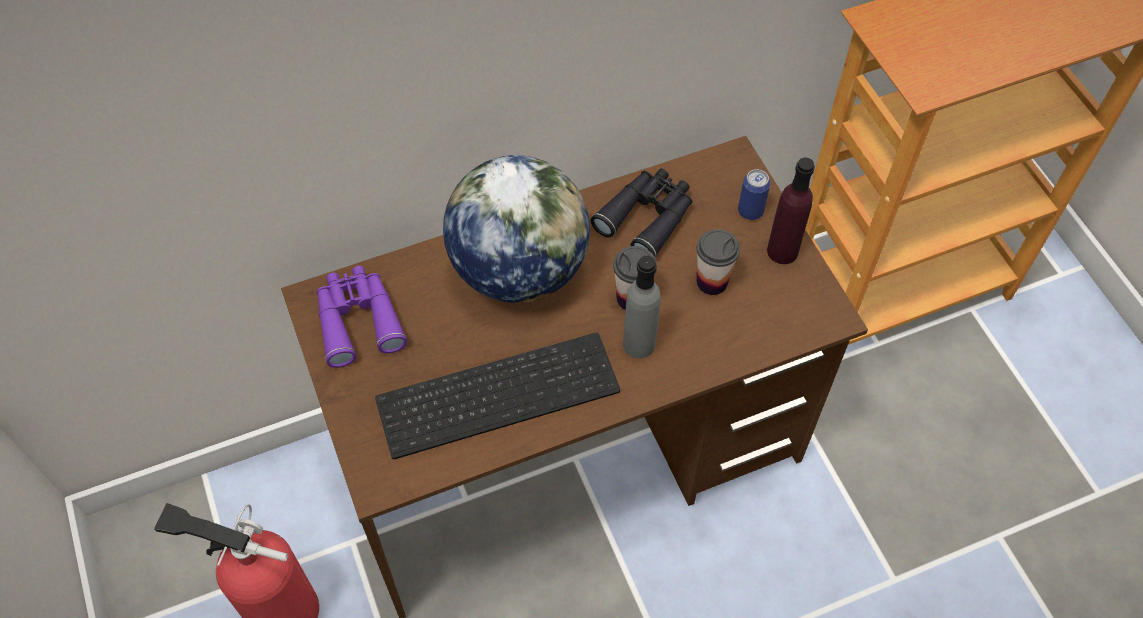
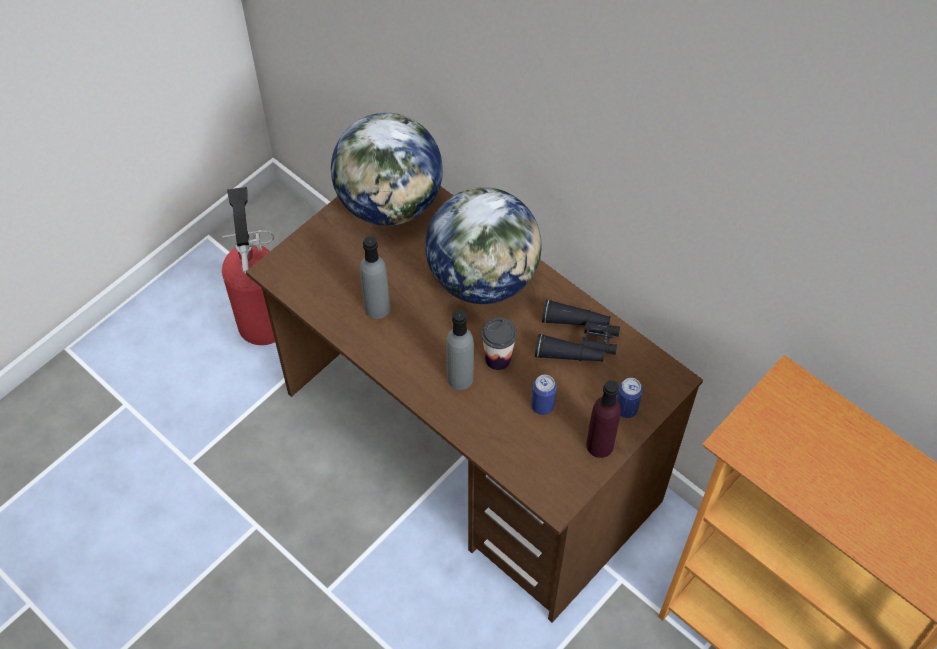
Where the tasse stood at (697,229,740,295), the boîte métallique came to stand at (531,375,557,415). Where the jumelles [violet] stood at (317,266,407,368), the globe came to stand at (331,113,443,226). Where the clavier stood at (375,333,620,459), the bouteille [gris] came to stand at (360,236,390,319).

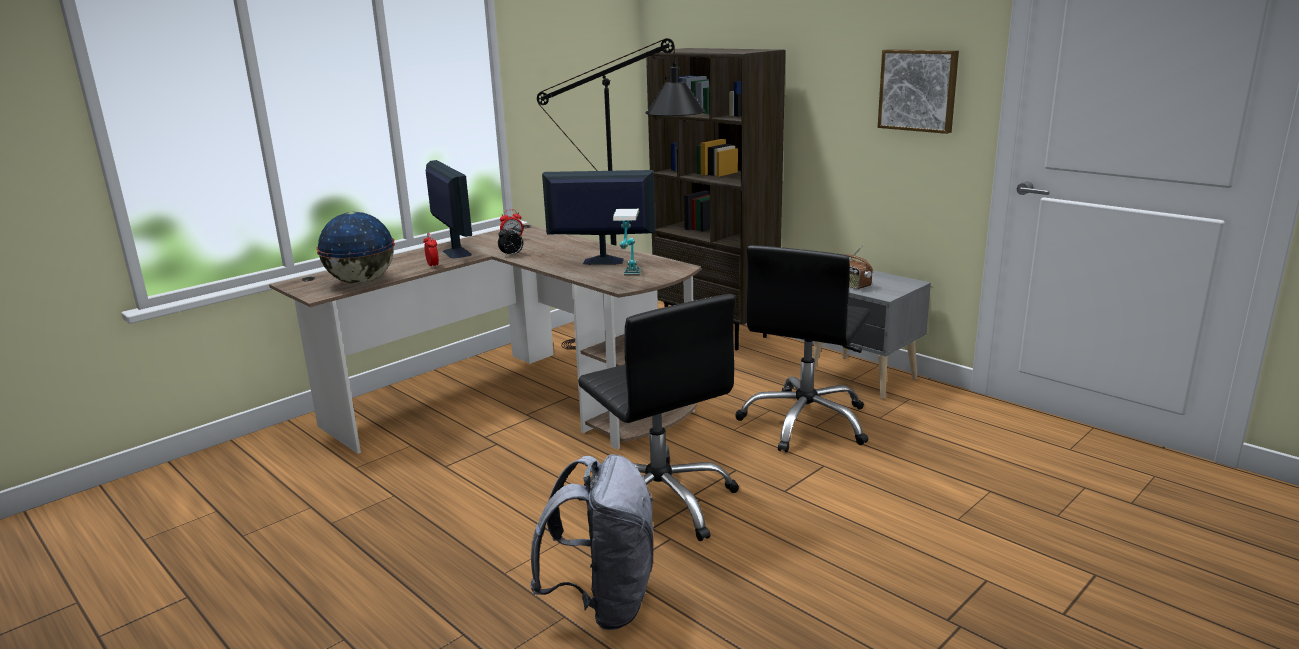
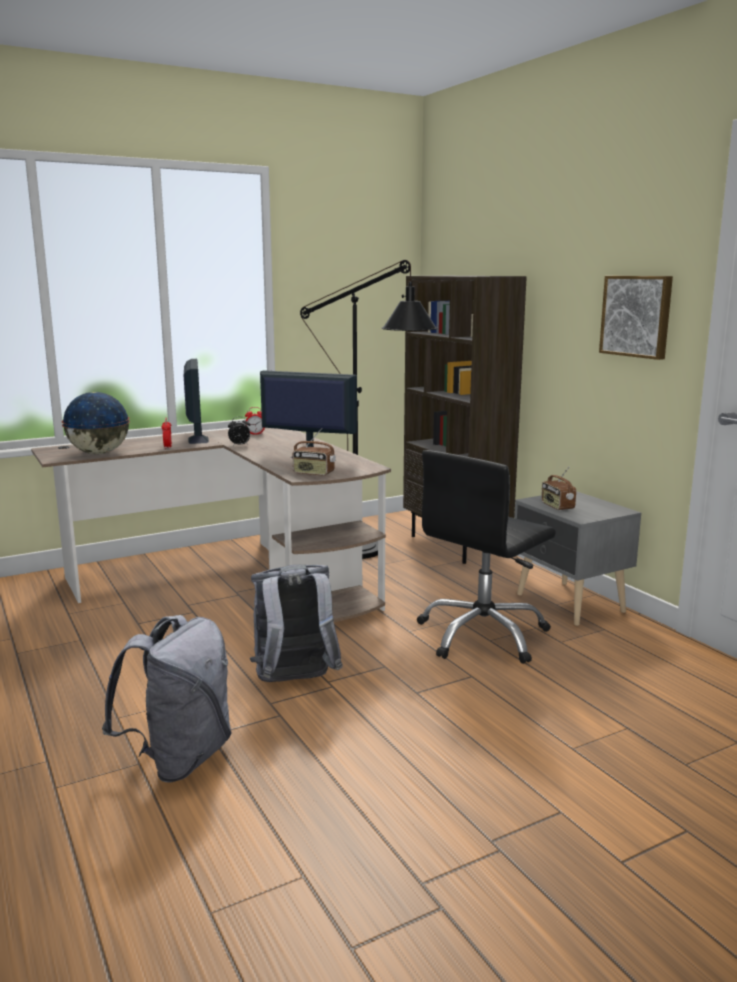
Where the lampe de table stood at (613,209,641,276), the radio came to stand at (292,428,336,476). Where the chaise de bureau [noir] stood at (578,294,739,541), the sac à dos [gris] came to stand at (250,564,343,682).

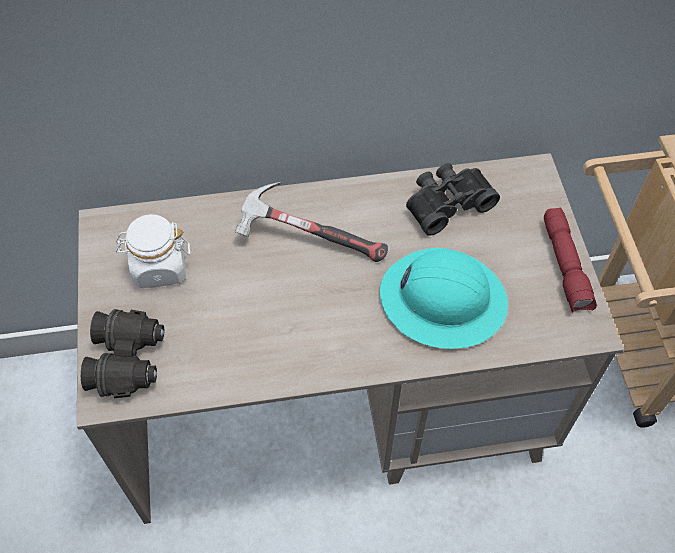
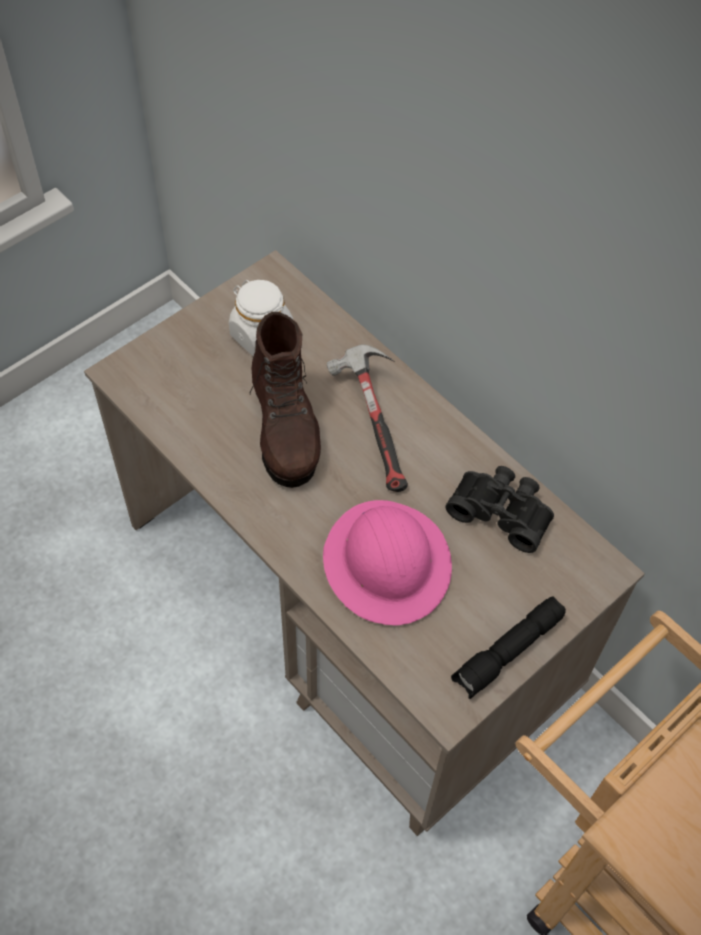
What was the lampe de poche [rouge] at (544,208,597,313) turned into the lampe de poche [noir] at (451,596,566,699). What was the casque de chantier [turquoise] at (380,248,508,349) turned into the casque de chantier [rose] at (323,500,452,626). The second view lost the jumelles [noir] at (81,309,164,398). The second view gained the botte [marron] at (250,312,321,488).

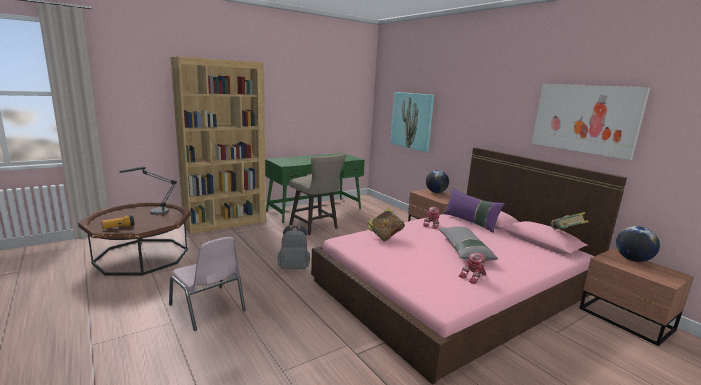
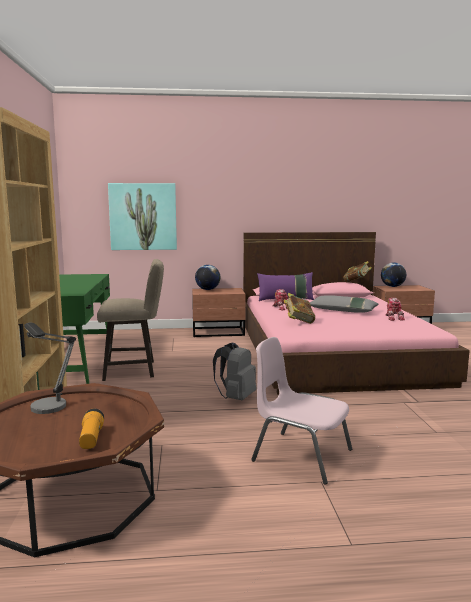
The second view lost the tableau at (532,84,650,160). The chaise [rose] at (169,237,246,331) ended up facing another way, 135 degrees counterclockwise from before.

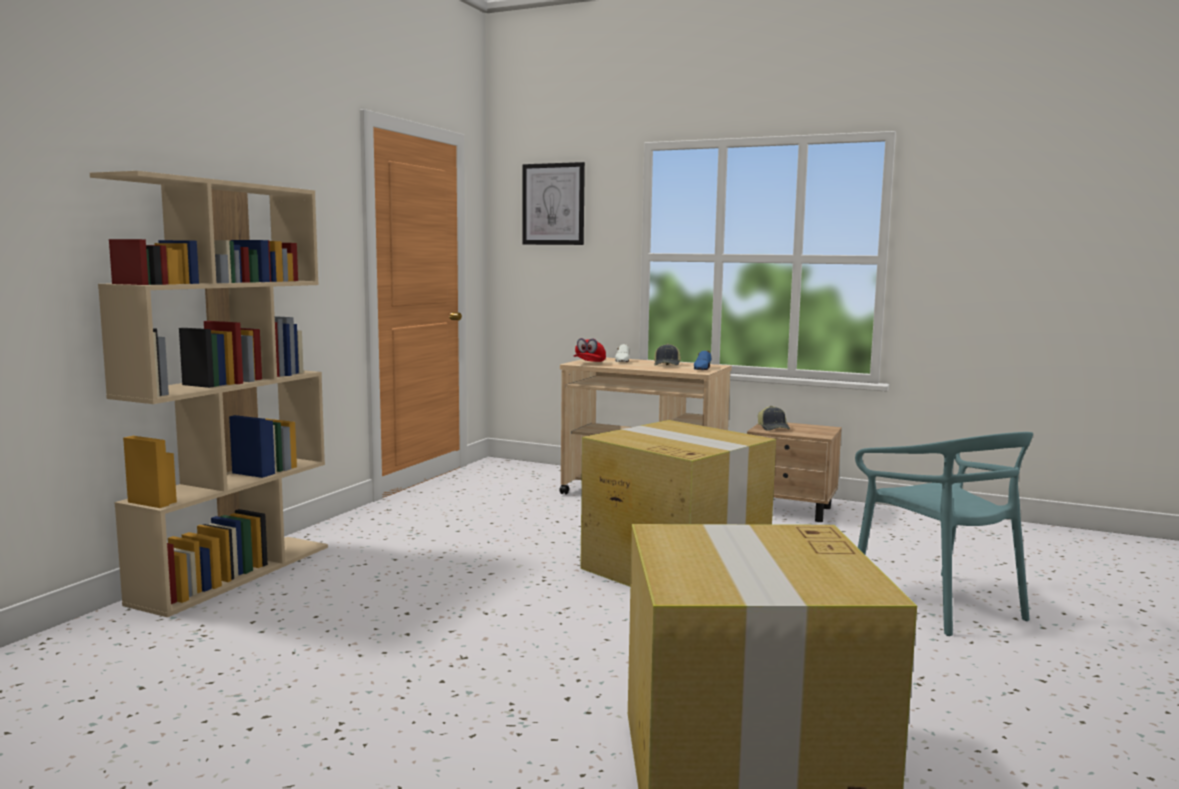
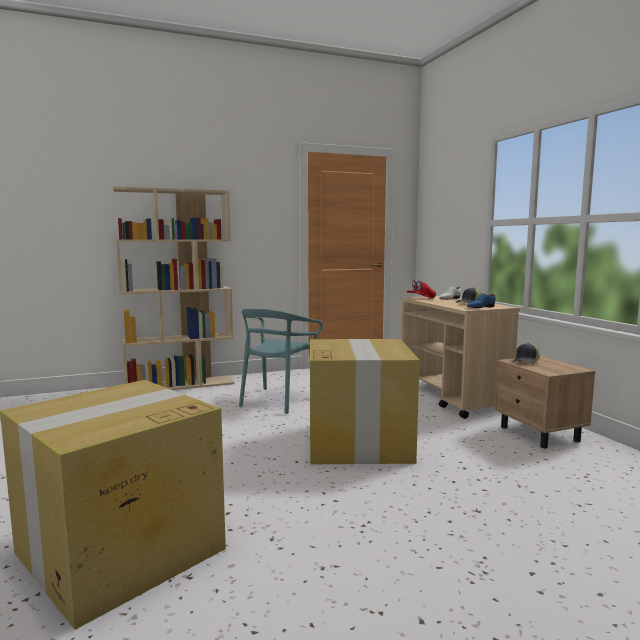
The second view lost the tableau at (523,162,585,245). The chaise [turquoise] ended up elsewhere, having gone from (855,432,1033,636) to (239,309,323,414).

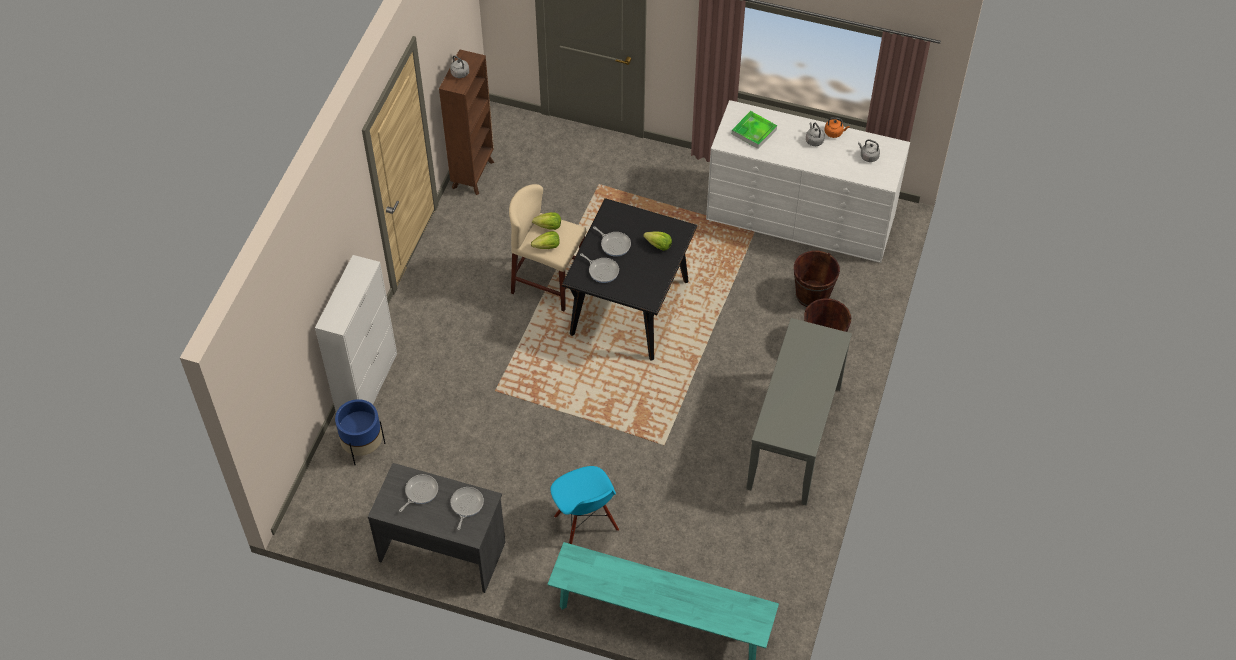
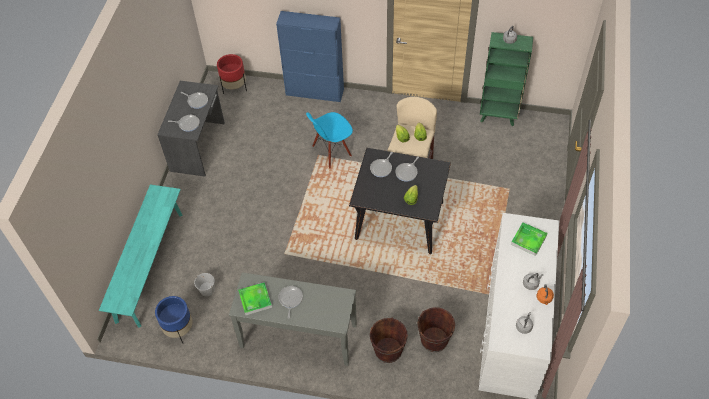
What was the bibliothèque [marron] at (439,49,494,195) turned into the bibliothèque [vert] at (480,32,533,126). What was the meuble de rangement [blanc] at (315,255,397,412) turned into the meuble de rangement [bleu] at (276,11,344,102). The cache-pot [bleu] ended up elsewhere, having gone from (335,399,385,465) to (155,296,193,343). The chaise [bleu] ended up elsewhere, having gone from (550,466,619,544) to (306,112,353,169). The second view gained the cache-pot [rouge] at (217,54,247,94). The second view gained the seau [blanc] at (194,273,215,296). The second view gained the plateau at (238,282,272,315). The second view gained the poêle at (278,286,303,318).

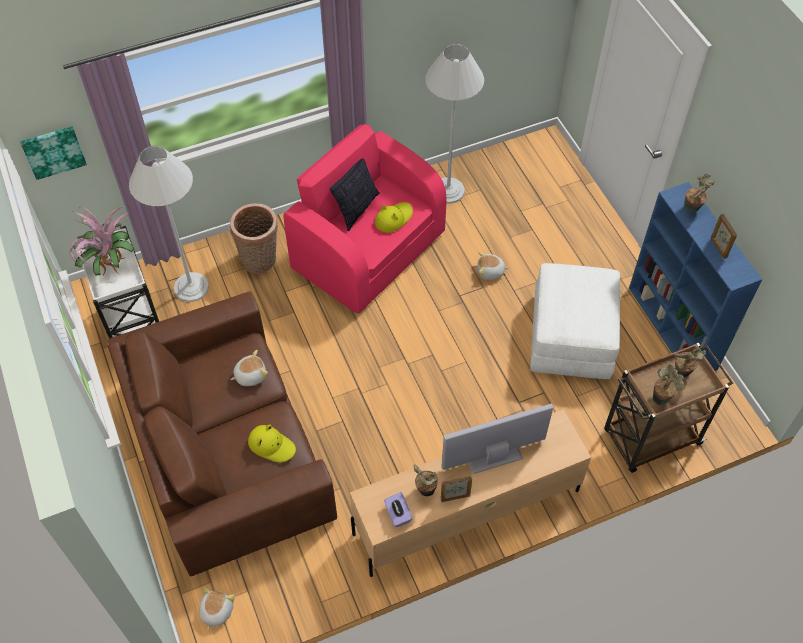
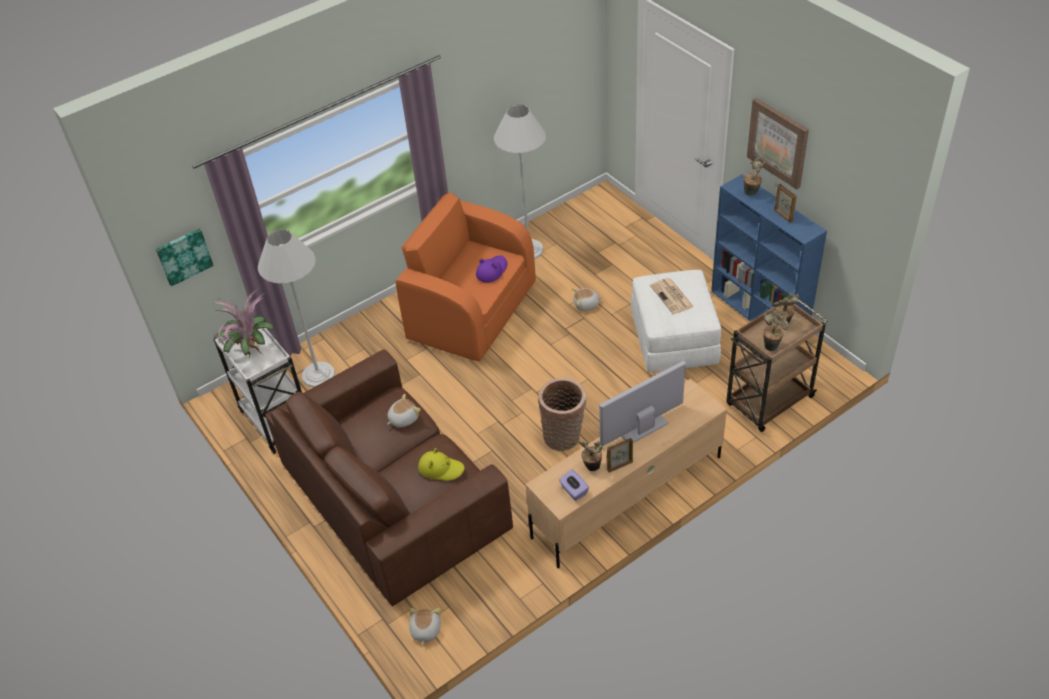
What was the fauteuil [rose] at (284,124,447,314) turned into the fauteuil [orange] at (396,193,536,361). The second view lost the coussin at (329,158,380,231). What was the chapeau [jaune] at (375,202,413,233) turned into the chapeau [violet] at (476,255,507,283). The panier ended up elsewhere, having gone from (230,203,278,274) to (538,378,586,451). The second view gained the tableau at (747,98,809,190). The second view gained the journal at (650,278,694,314).

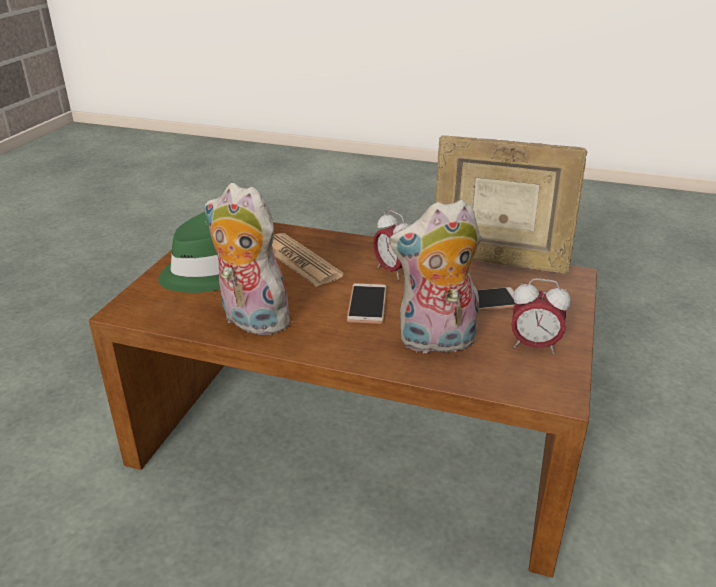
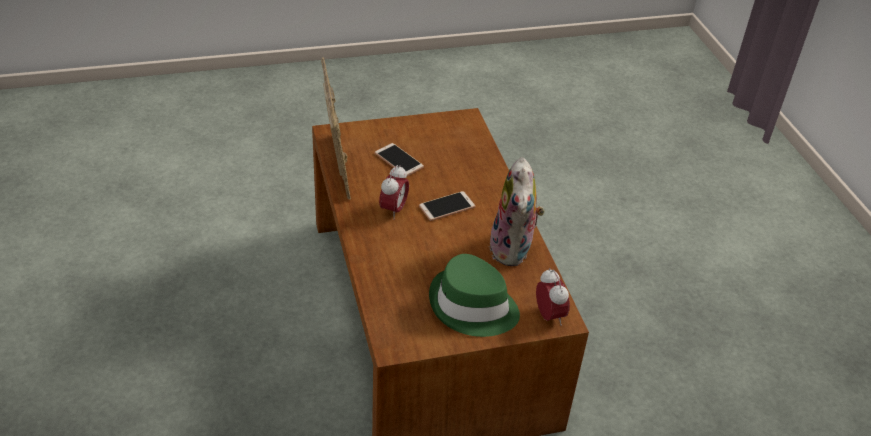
The second view lost the peluche at (389,199,481,353). The second view lost the journal at (272,233,344,287). The réveil ended up elsewhere, having gone from (511,278,571,354) to (536,268,570,326).

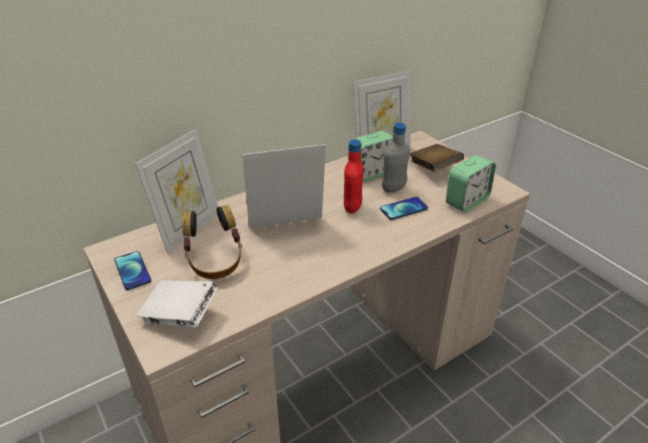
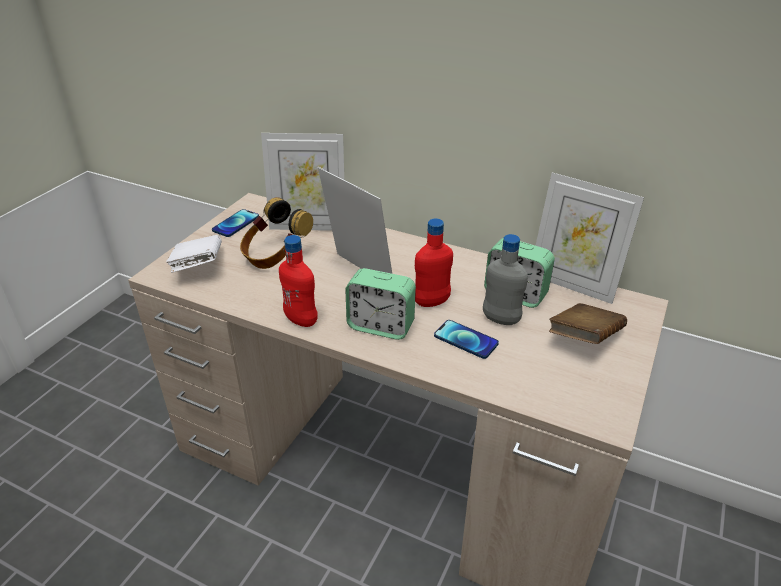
The réveil ended up elsewhere, having gone from (446,155,496,212) to (345,268,416,340). The second view gained the bouteille [rouge] at (279,235,318,327).

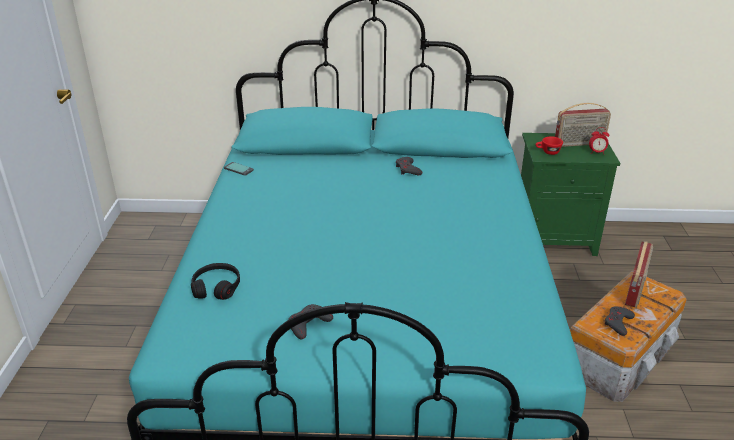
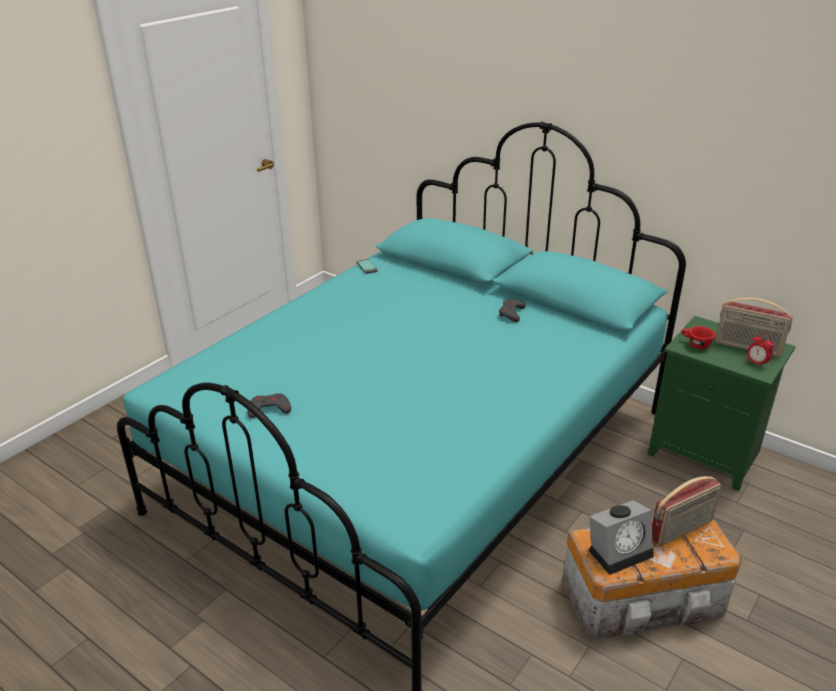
The second view lost the casque audio [noir] at (191,263,240,300). Where the manette [gris] stood at (604,306,635,336), the réveil came to stand at (588,500,654,575).

